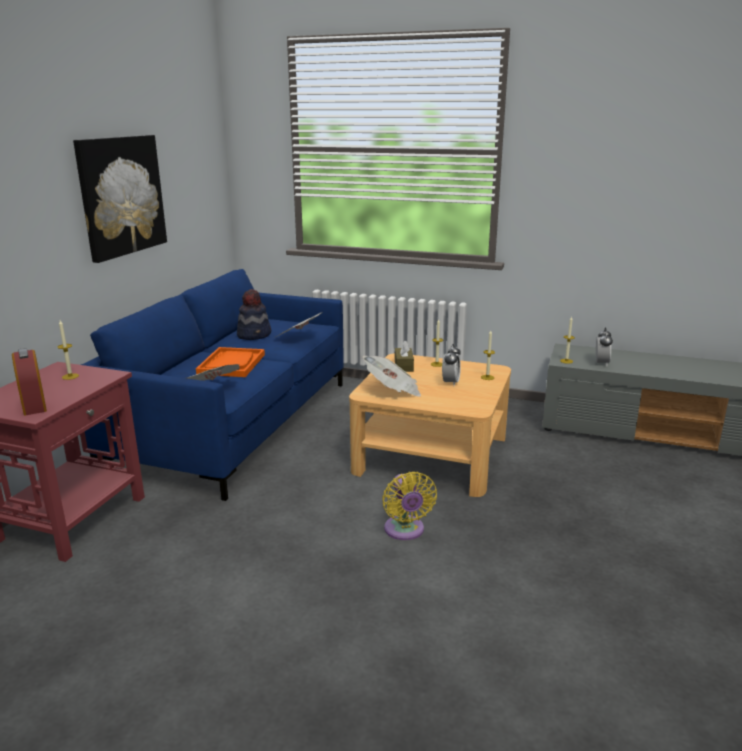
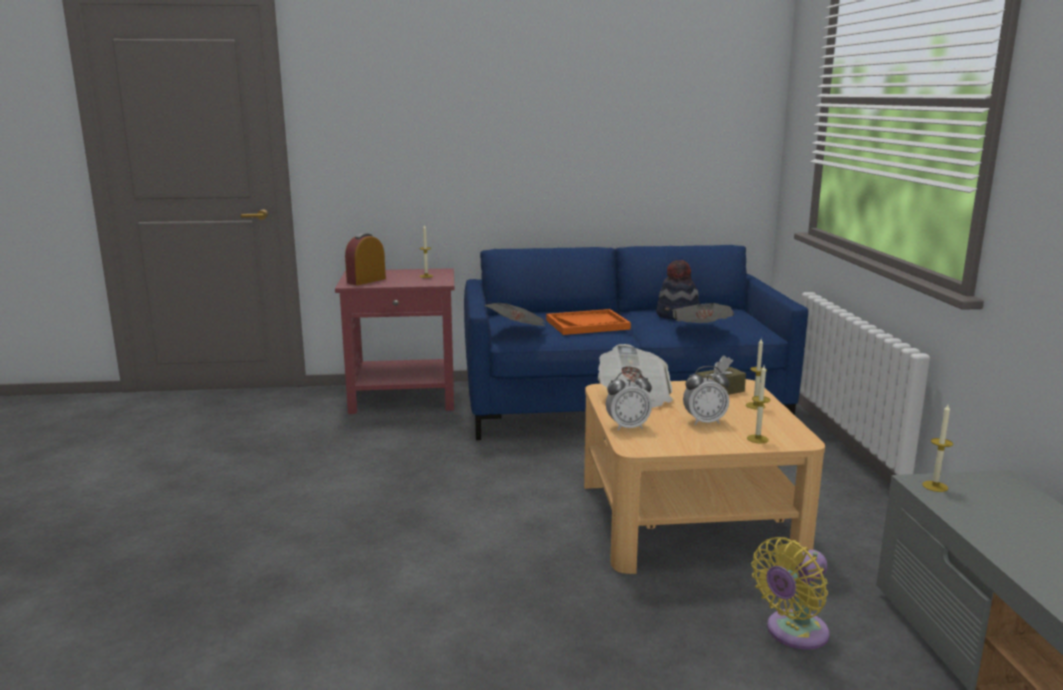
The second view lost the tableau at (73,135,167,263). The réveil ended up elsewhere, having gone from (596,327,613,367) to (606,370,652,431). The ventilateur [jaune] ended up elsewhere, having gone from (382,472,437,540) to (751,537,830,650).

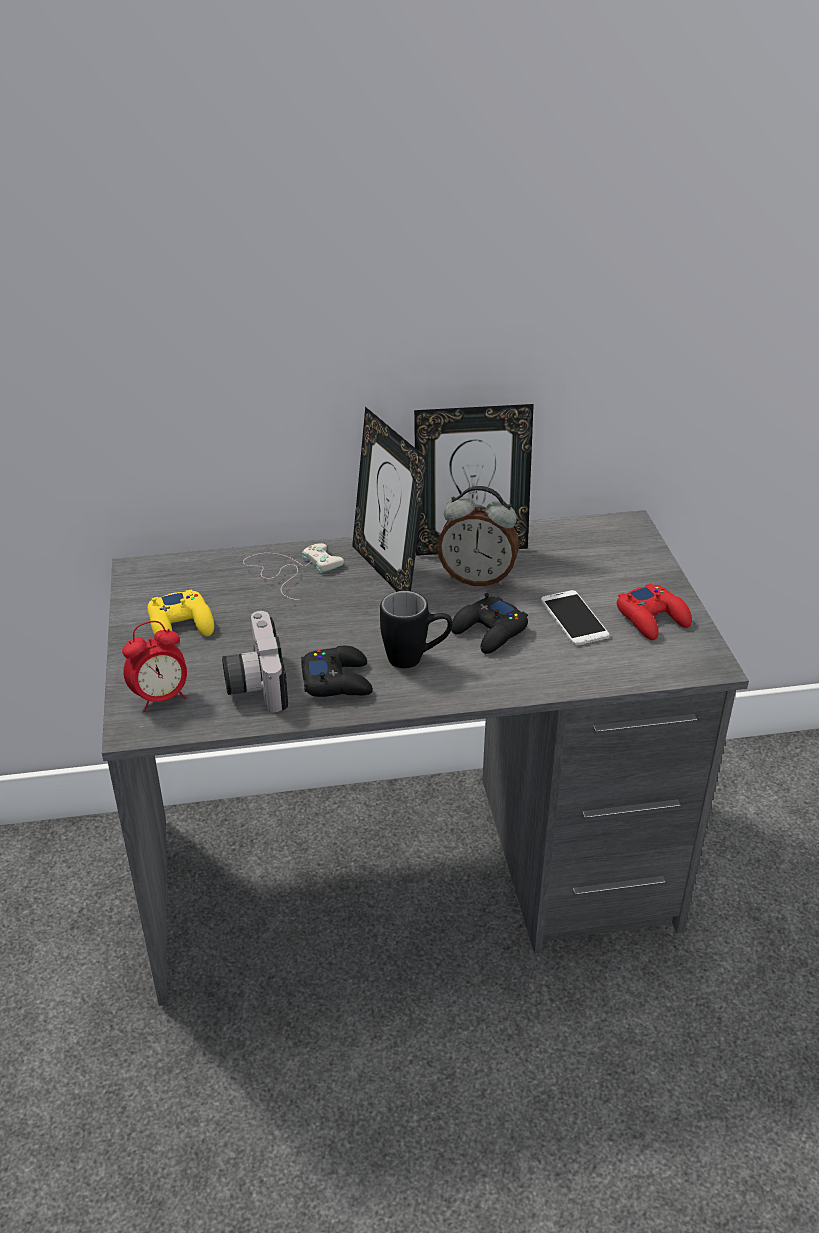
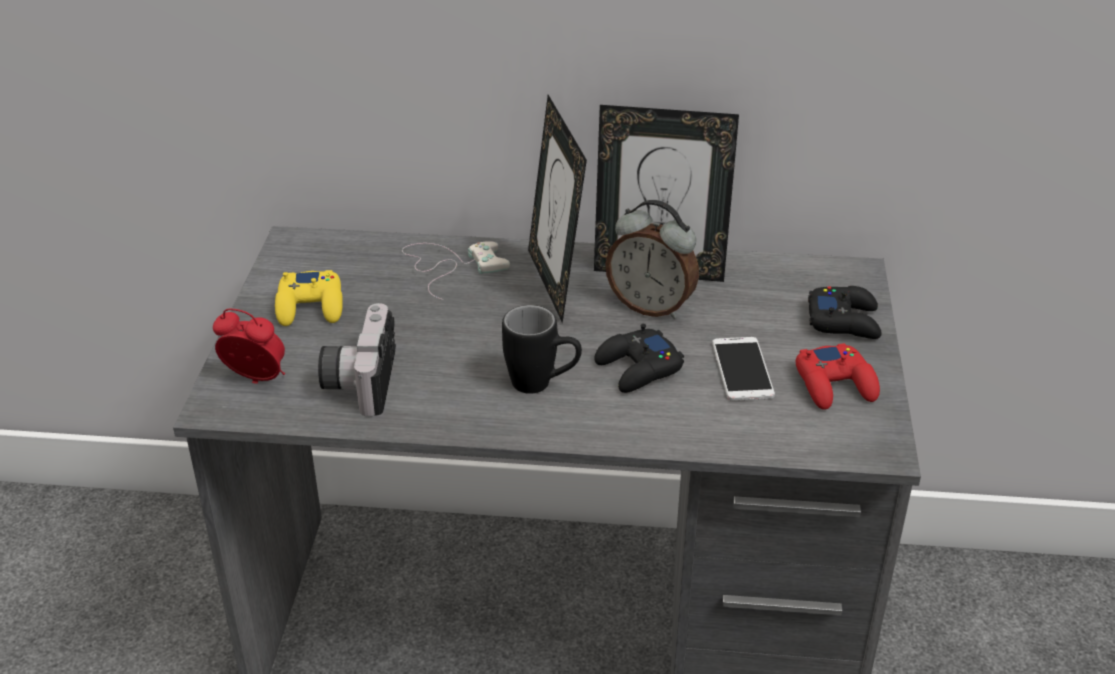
The réveil at (122,621,187,712) ended up facing another way, 150 degrees counterclockwise from before. The manette [noir] ended up elsewhere, having gone from (301,646,373,697) to (808,286,882,339).

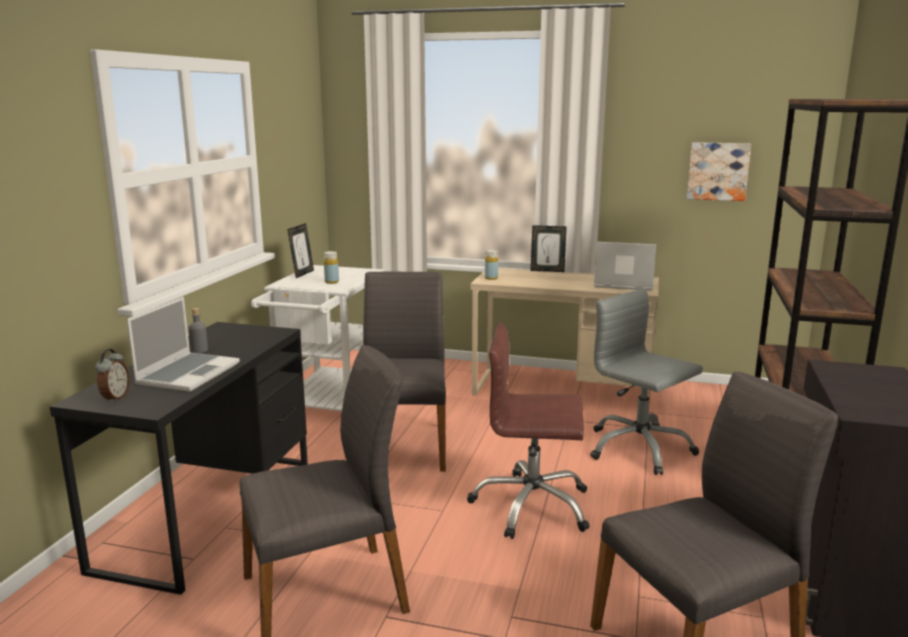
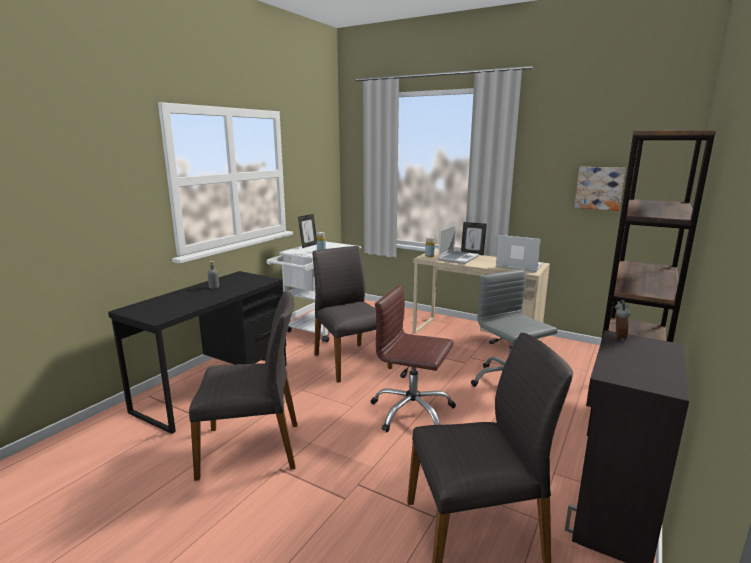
The chaise [gris] at (363,271,446,472) ended up facing another way, 45 degrees counterclockwise from before. The ordinateur portable ended up elsewhere, having gone from (127,297,240,392) to (438,225,479,264). The réveil ended up elsewhere, having gone from (95,349,130,403) to (615,300,630,341).

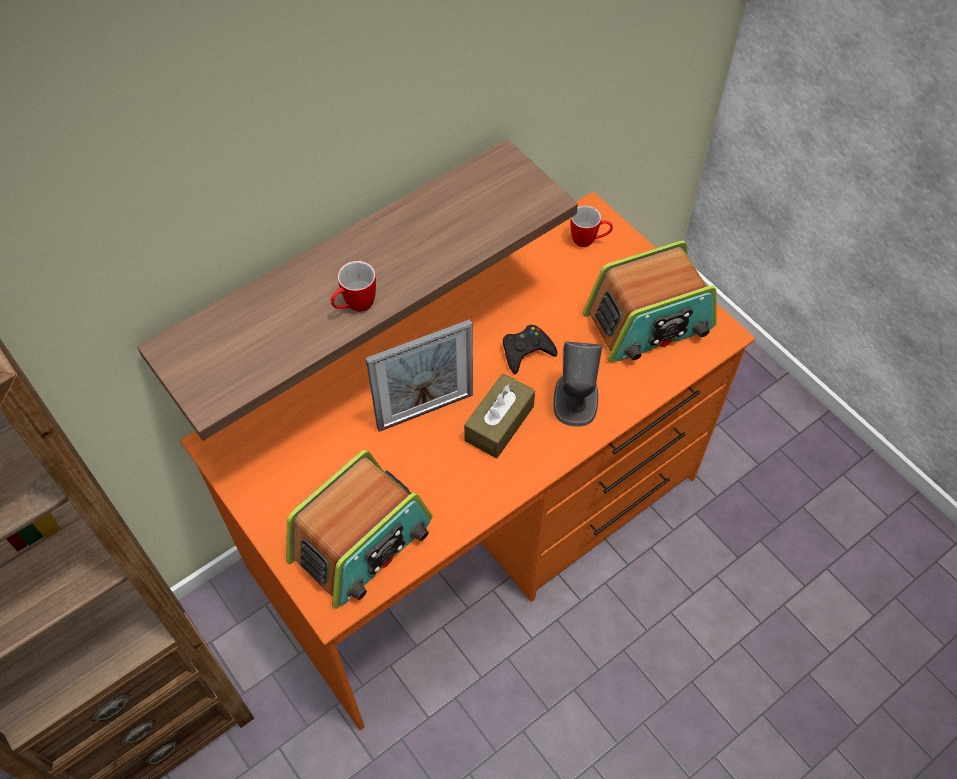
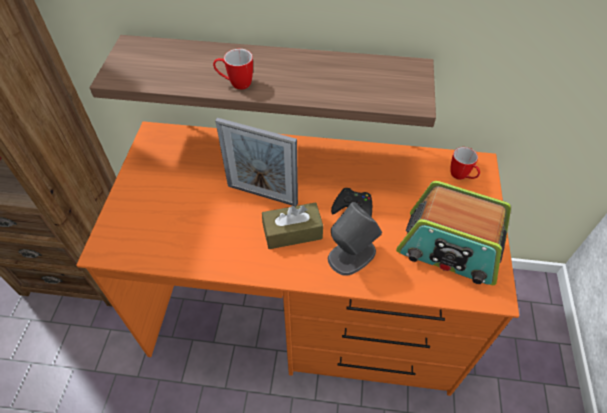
The second view lost the radio at (286,449,433,609).

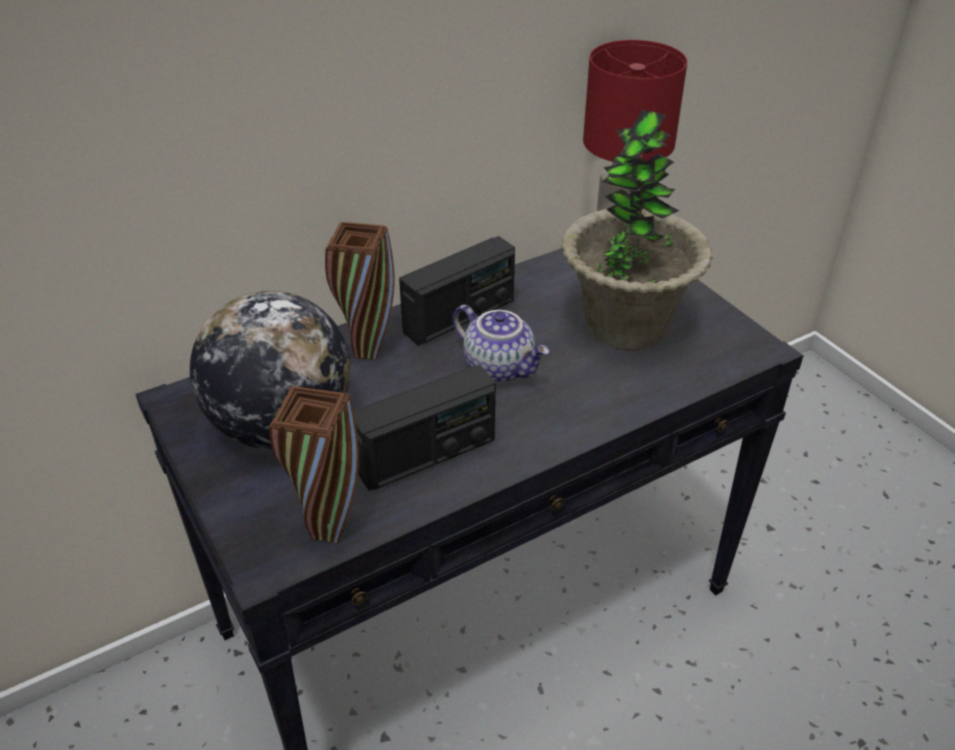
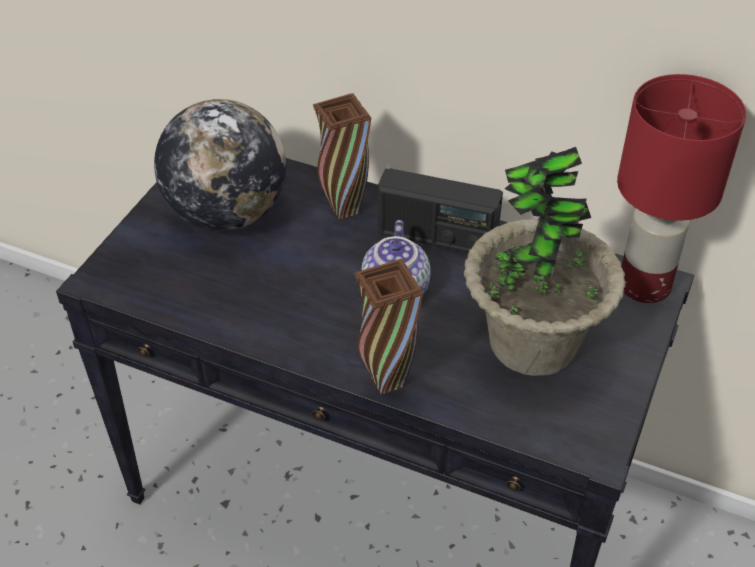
The second view lost the radio at (353,365,496,491). The vase [marron] ended up elsewhere, having gone from (269,386,359,544) to (354,259,423,395).

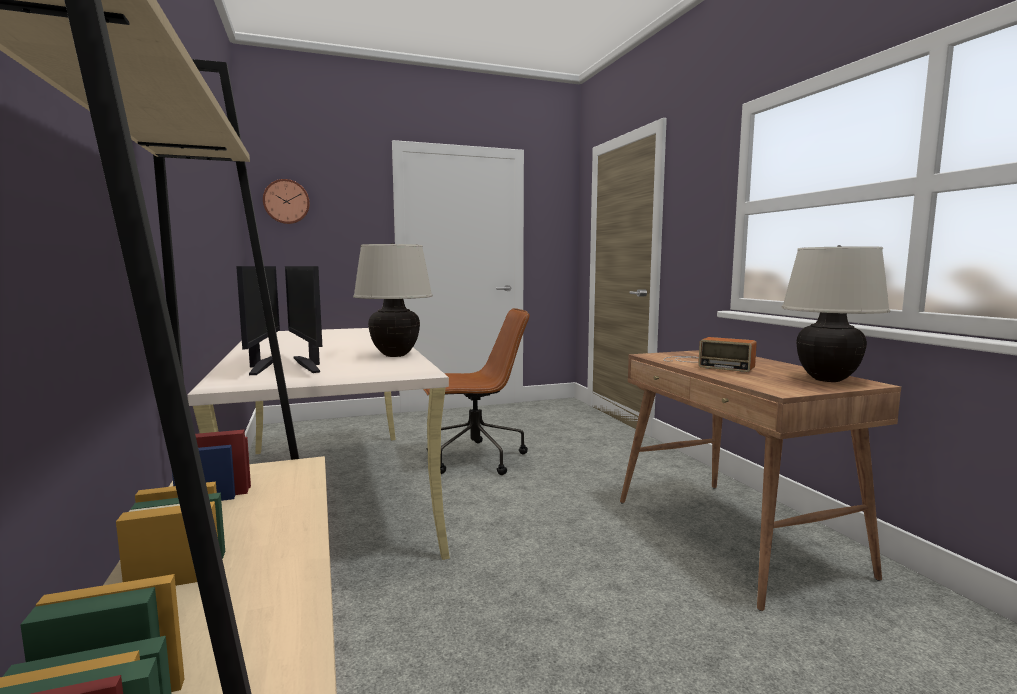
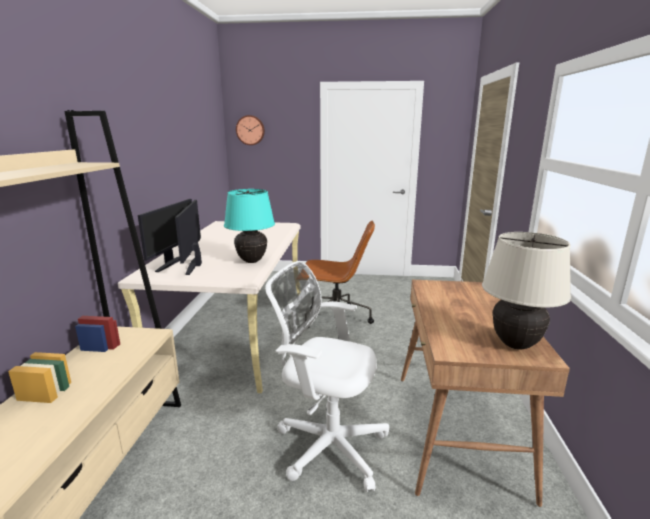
What was the lampe de table [beige] at (353,243,433,357) turned into the lampe de table [turquoise] at (224,189,275,263). The second view lost the radio at (663,337,757,372). The second view gained the chaise de bureau [blanc] at (265,261,389,492).

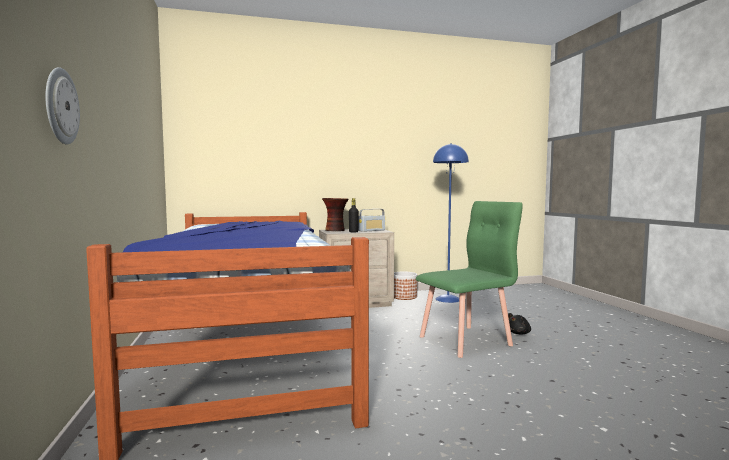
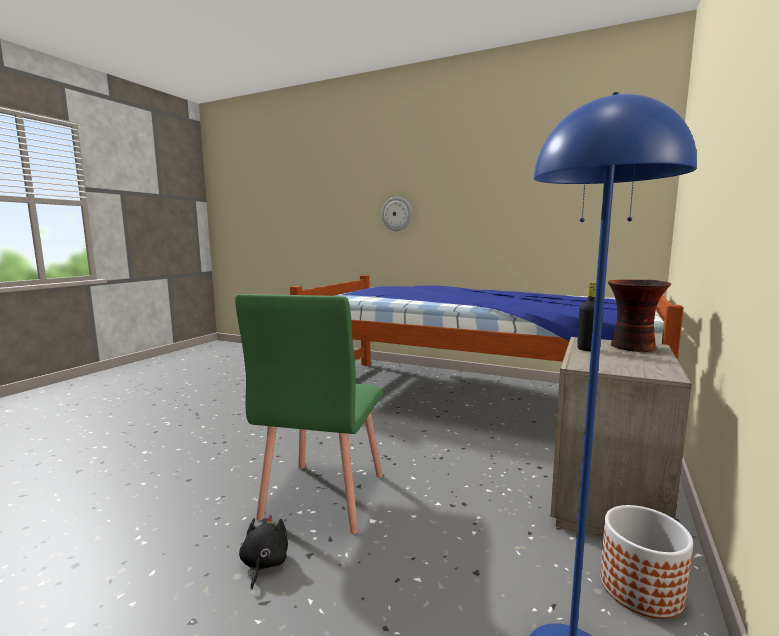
The second view lost the radio at (359,209,385,232).

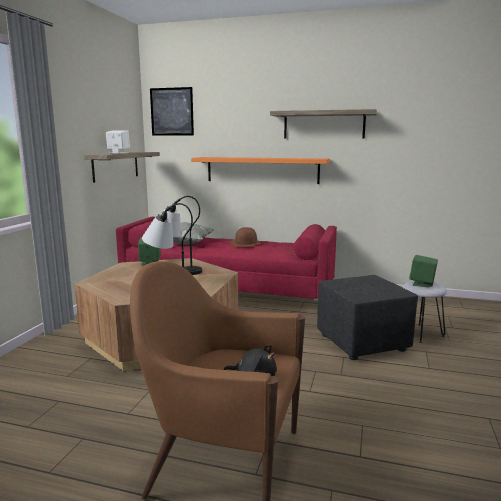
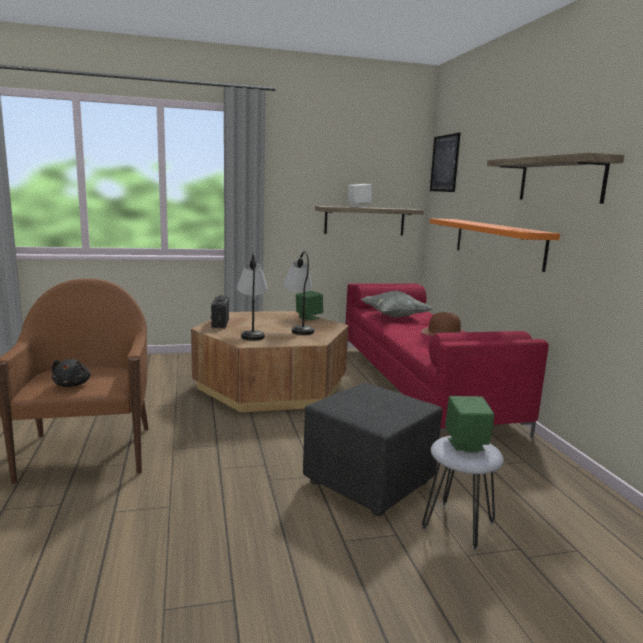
The second view gained the radio at (211,295,229,328).

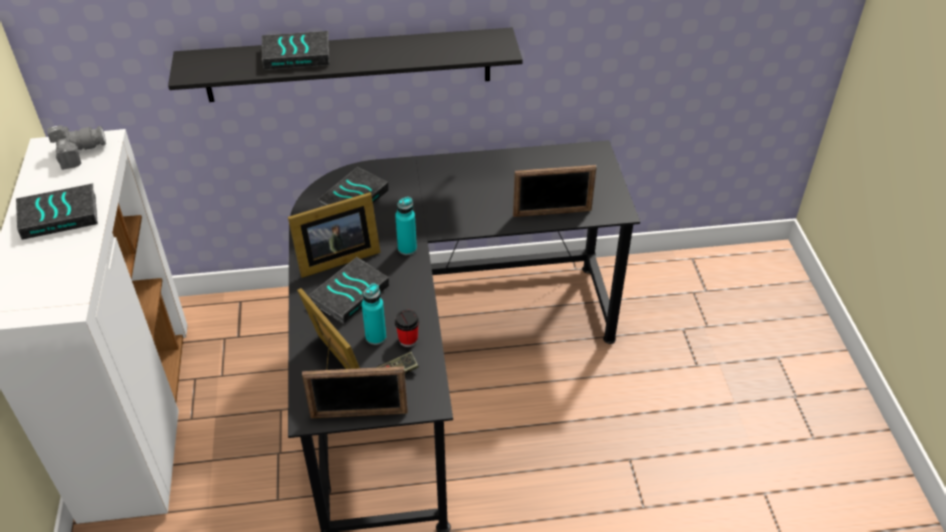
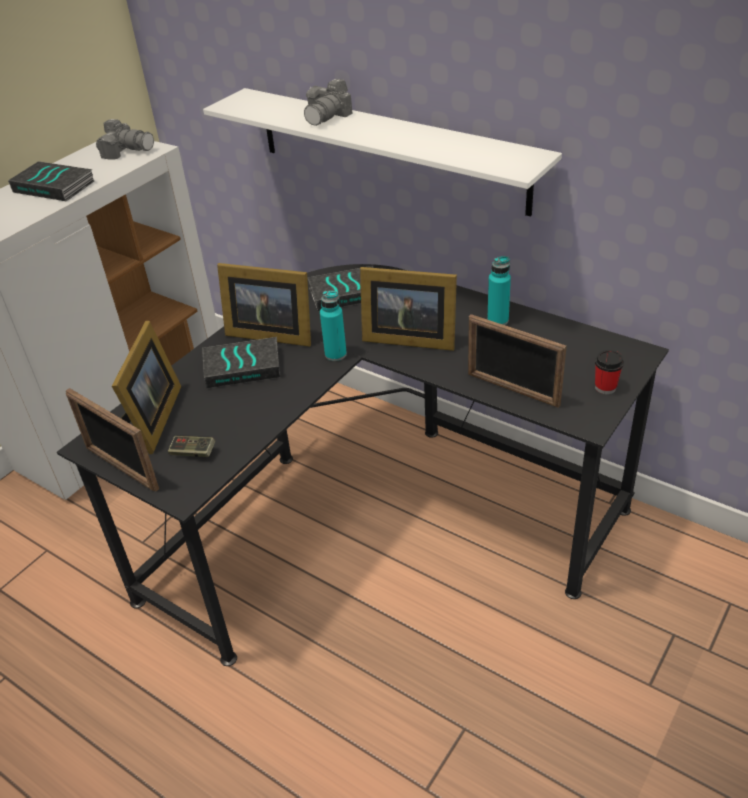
What was the étagère [noir] at (168,28,523,102) turned into the étagère [blanc] at (203,88,562,217). Where the livre stood at (262,31,329,70), the appareil photo came to stand at (304,79,353,126). The bouteille [turquoise] ended up elsewhere, having gone from (362,283,386,345) to (487,256,511,325). The tasse ended up elsewhere, having gone from (395,310,419,347) to (595,350,624,394). The second view gained the cadre photo at (360,267,457,351).

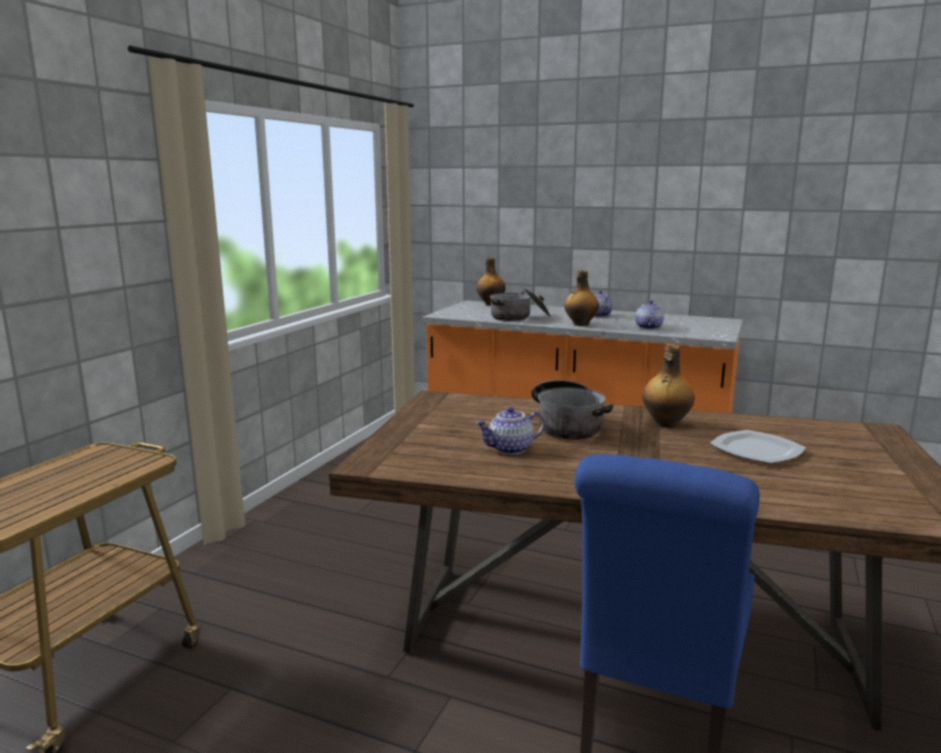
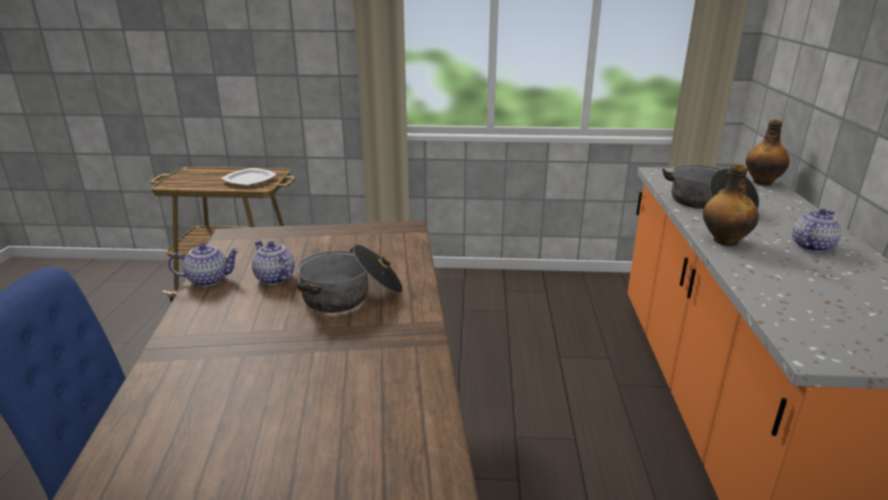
The théière ended up elsewhere, having gone from (635,300,664,329) to (168,243,240,287). The second view lost the bouteille at (642,345,695,428). The assiette ended up elsewhere, having gone from (710,430,806,464) to (221,168,277,185).

